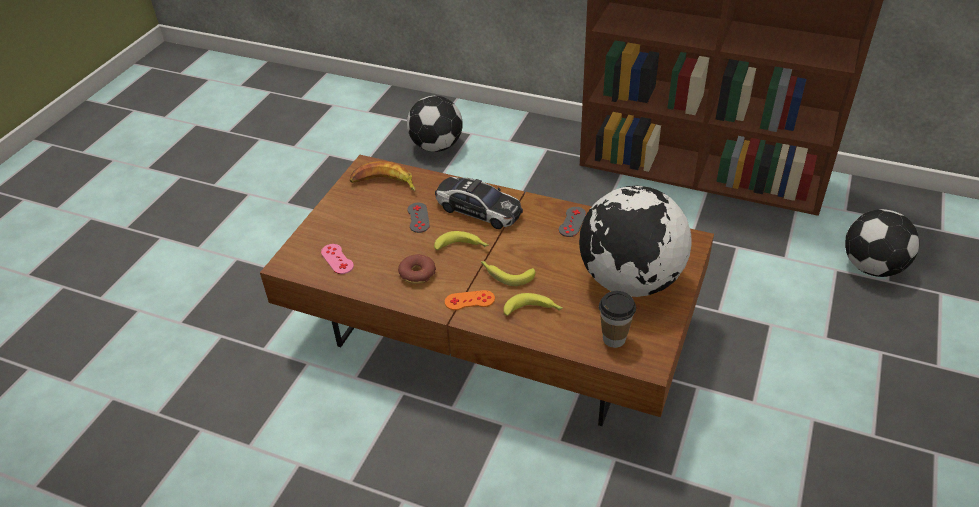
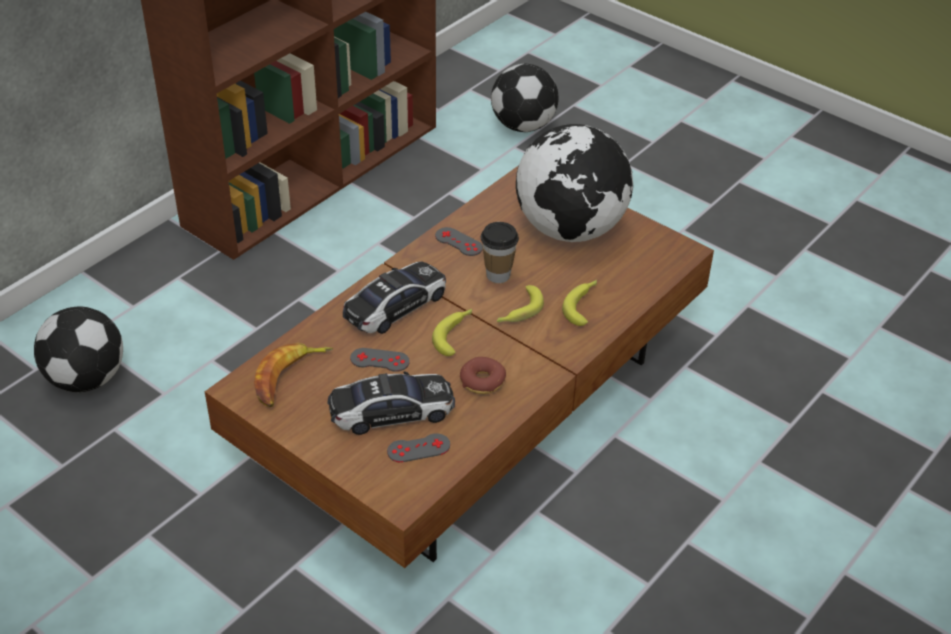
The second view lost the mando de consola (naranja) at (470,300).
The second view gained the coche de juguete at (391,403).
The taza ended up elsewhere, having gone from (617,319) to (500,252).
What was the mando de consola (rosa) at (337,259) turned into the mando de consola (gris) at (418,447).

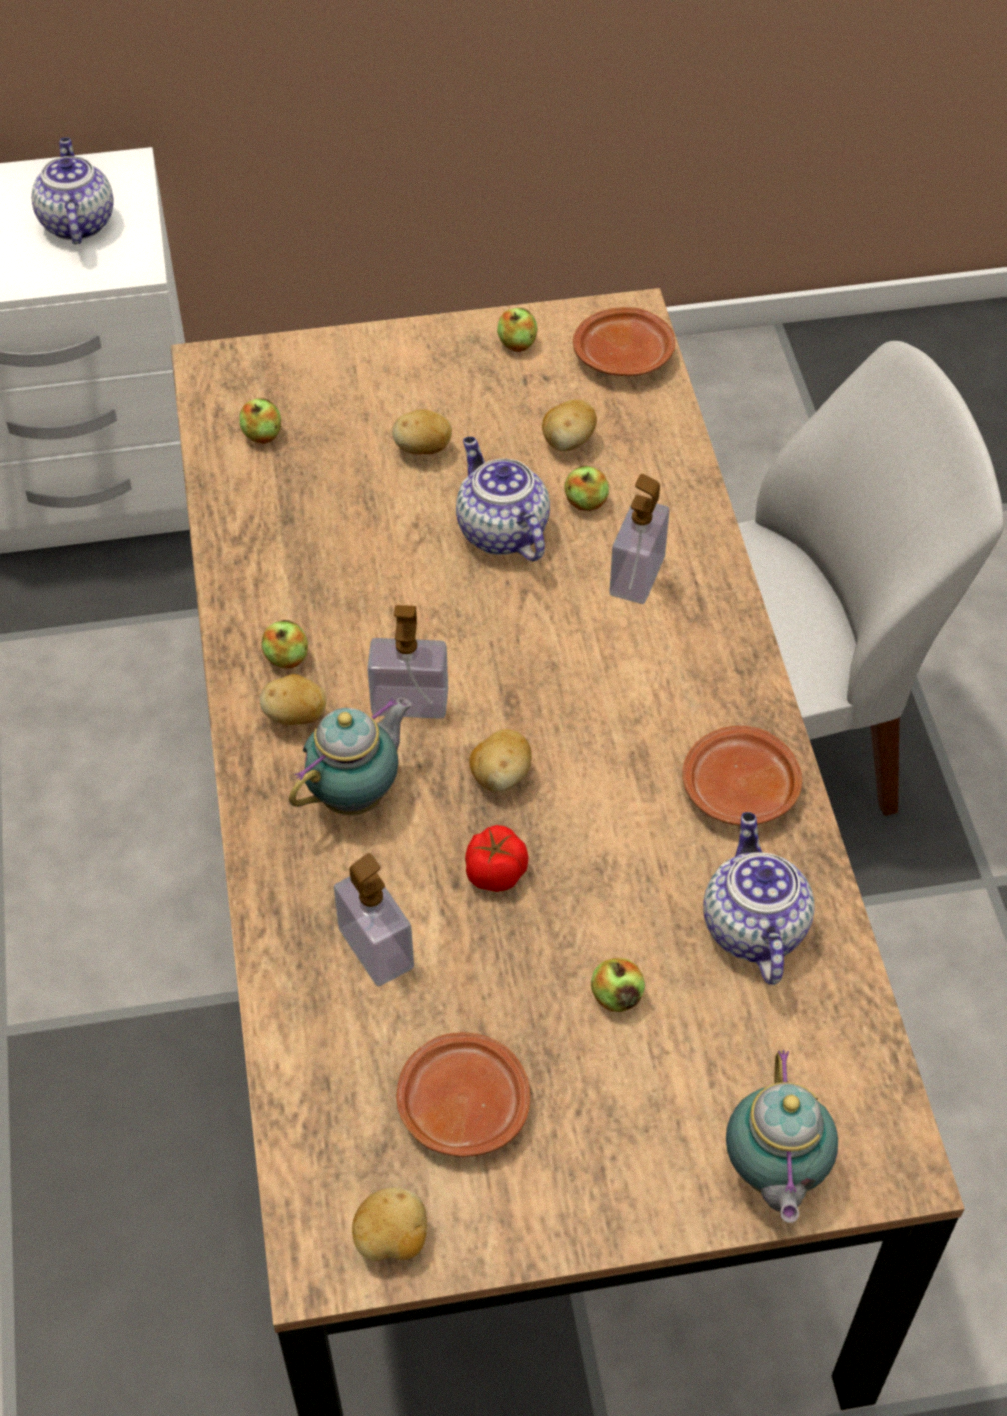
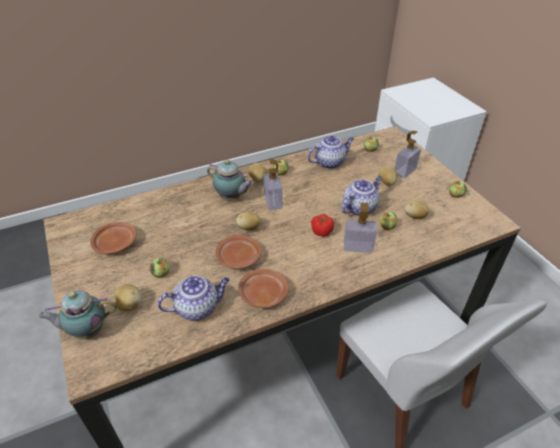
The tetera ended up elsewhere, having gone from (72,190) to (330,152).
The dispensador de jabón ended up elsewhere, having gone from (374,919) to (407,154).
The patata ended up elsewhere, having gone from (389,1224) to (128,297).
The tomate ended up elsewhere, having gone from (497,858) to (322,225).
The plato (marrón) ended up elsewhere, having gone from (624,341) to (238,252).

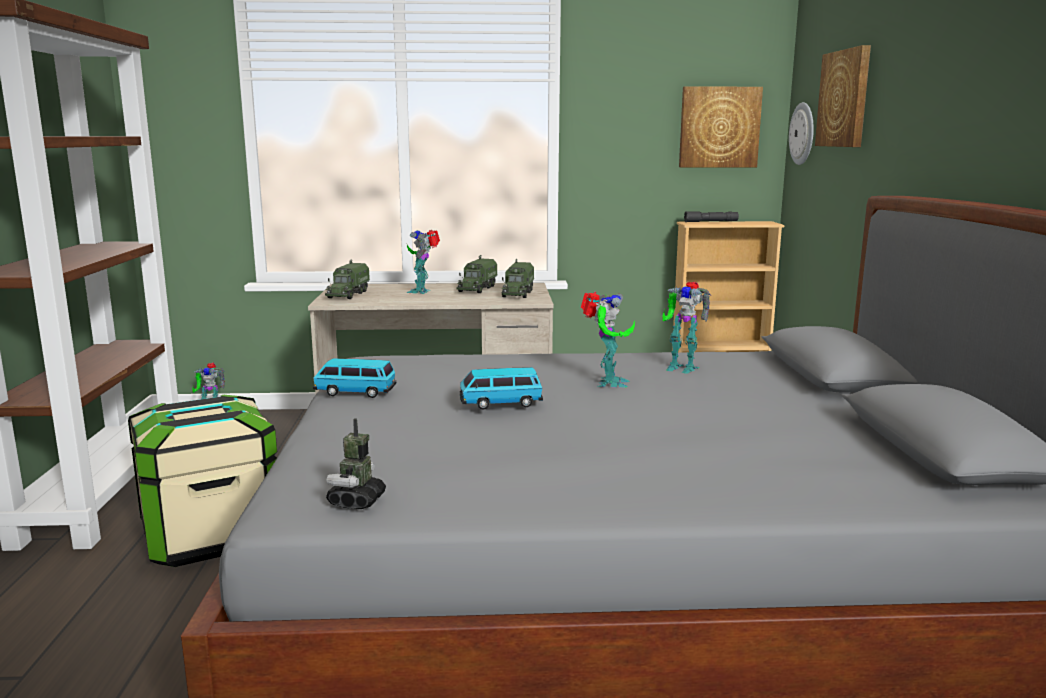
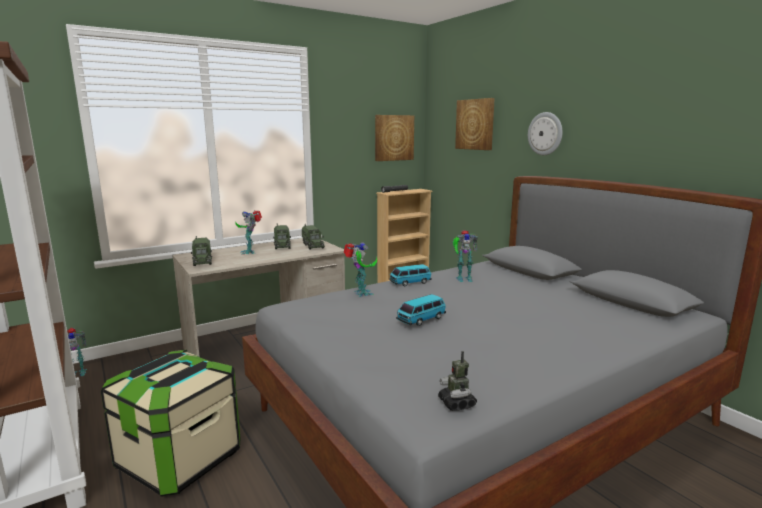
The coche de juguete ended up elsewhere, having gone from (354,378) to (410,275).
The robot de juguete ended up elsewhere, having gone from (608,339) to (360,269).
The reloj de pared ended up elsewhere, having gone from (801,133) to (545,133).

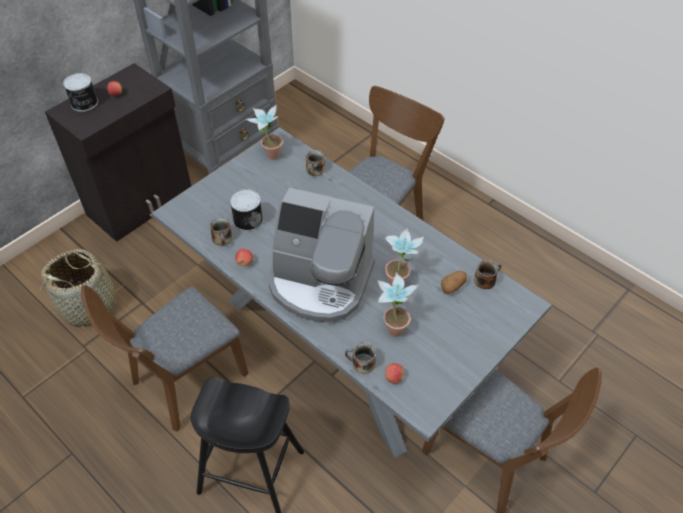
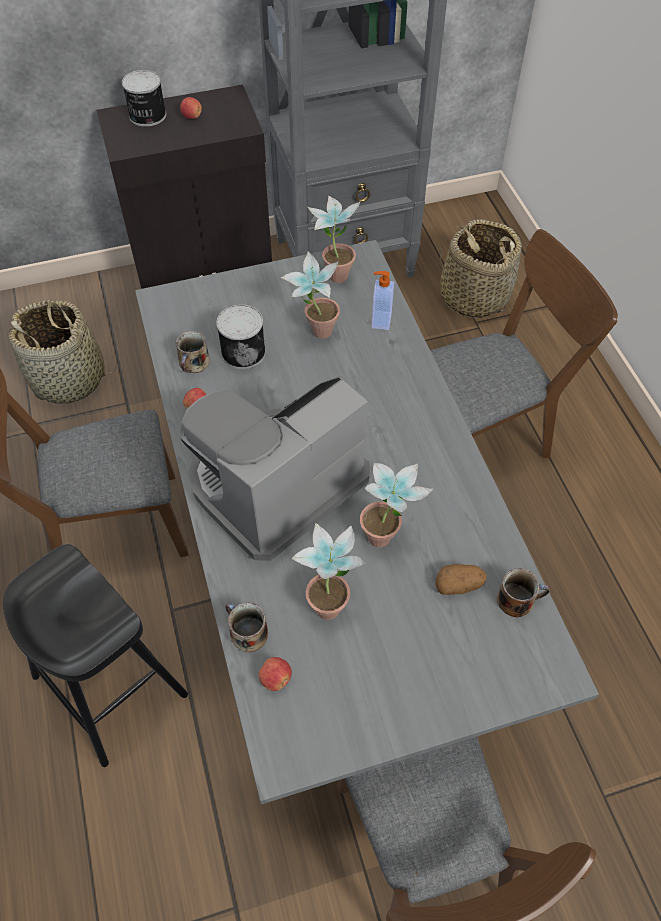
The second view gained the planta en maceta at (310,295).
The second view gained the cesta at (481,268).
Where the taza grande stood at (315,163), the dispensador de jabón came to stand at (383,300).
The cafetera at (321,255) ended up facing another way, 90 degrees clockwise from before.

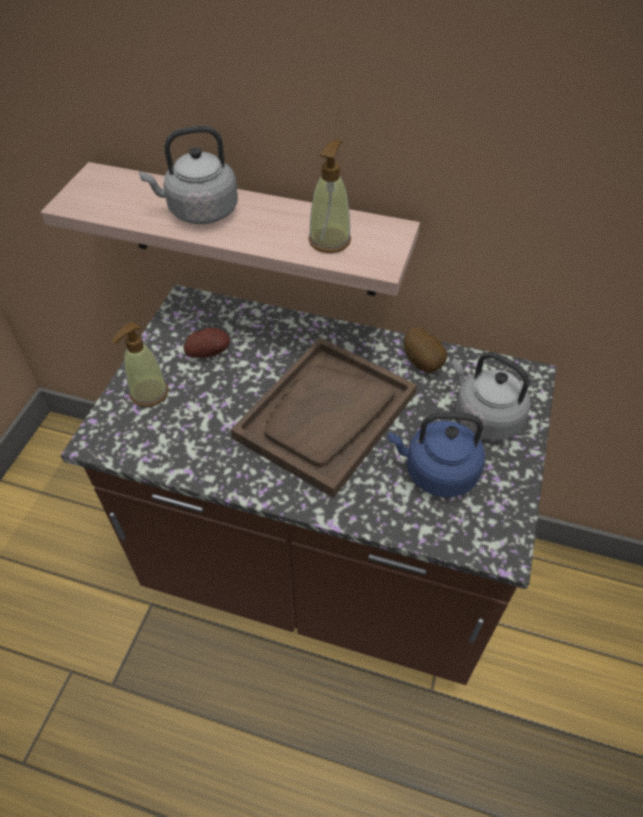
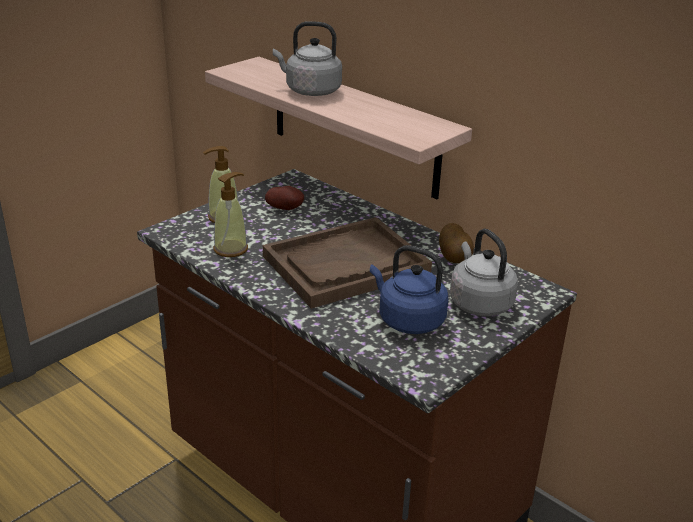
The dispensador de jabón ended up elsewhere, having gone from (329,196) to (231,214).

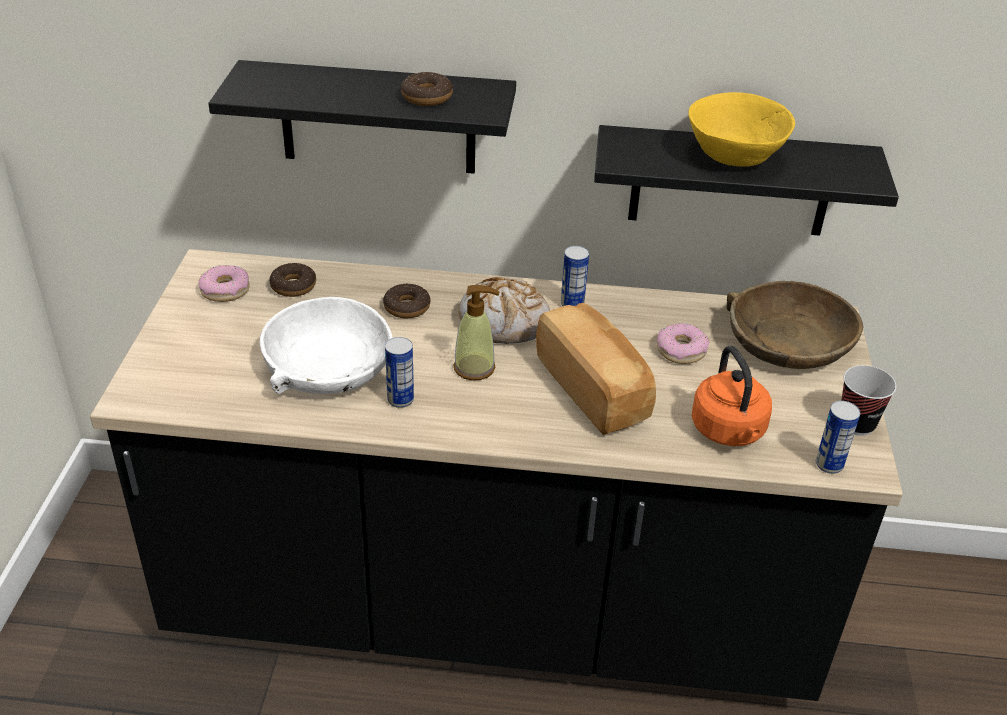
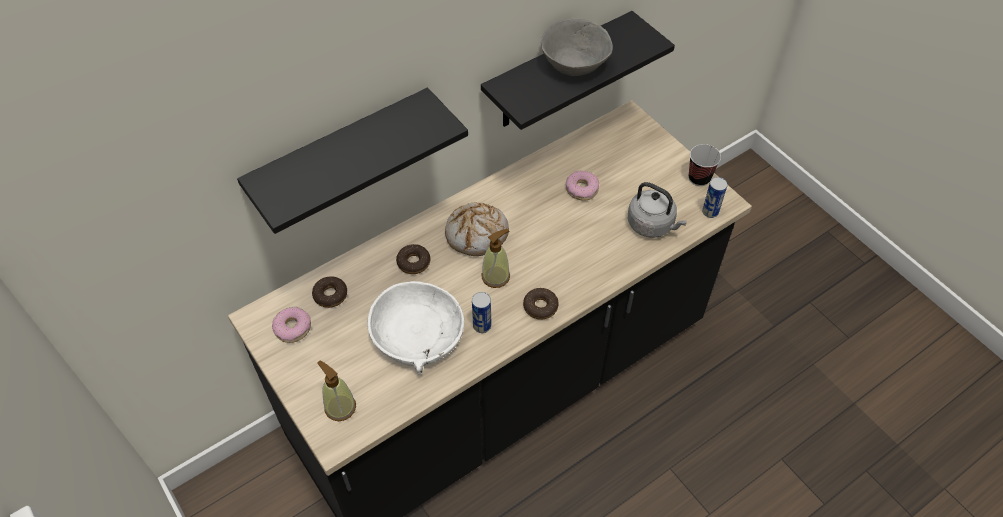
The second view lost the pan at (596,369).
The second view lost the lata at (575,276).
The second view lost the cuenco (marrón) at (795,325).
The second view gained the dispensador de jabón at (336,391).
The rosquilla ended up elsewhere, having gone from (427,89) to (541,304).
What was the cuenco (amarillo) at (741,129) turned into the cuenco (gris) at (577,47).
What was the hervidor (naranja) at (732,396) turned into the hervidor (gris) at (657,210).

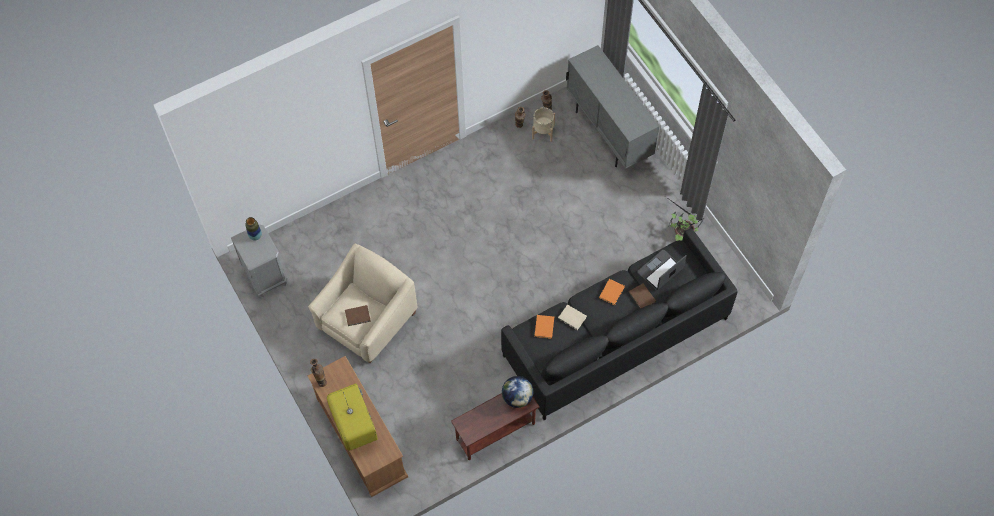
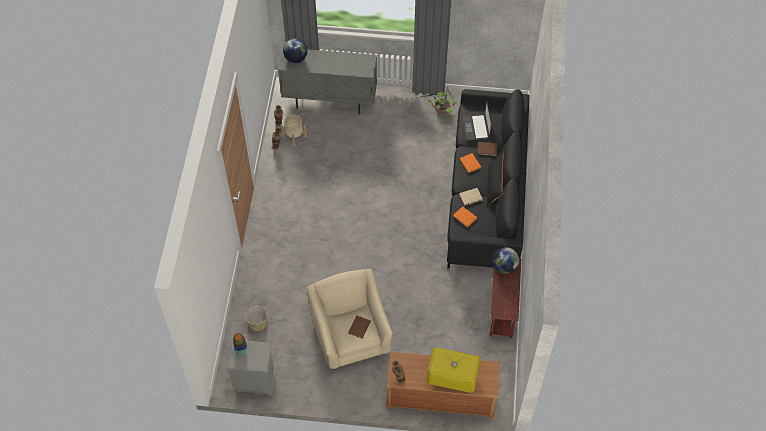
The second view gained the maceta at (256,319).
The second view gained the globo terráqueo at (295,51).
The second view gained the cojín (negro) at (495,179).

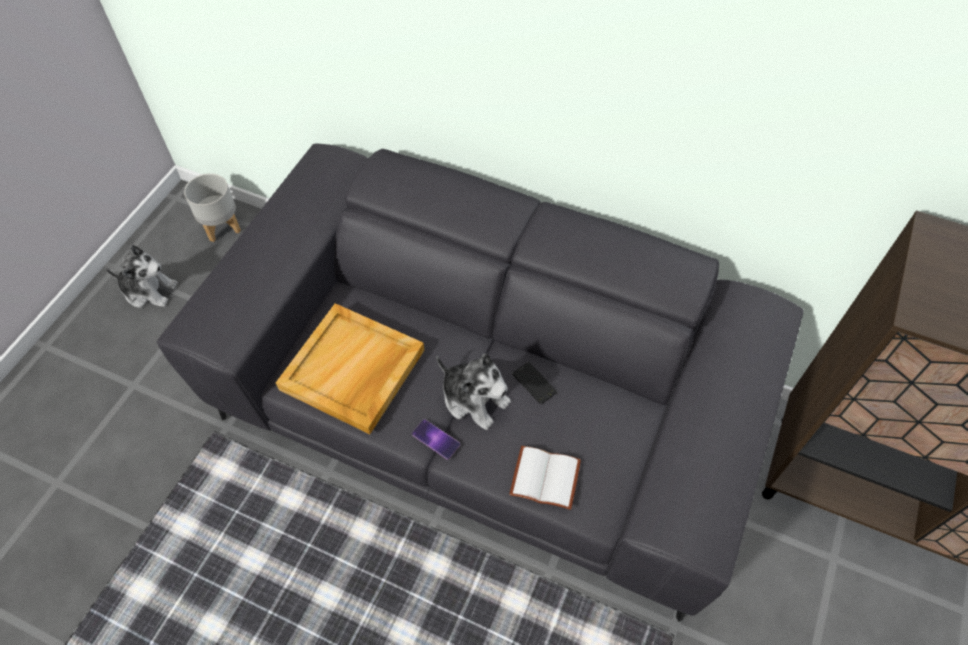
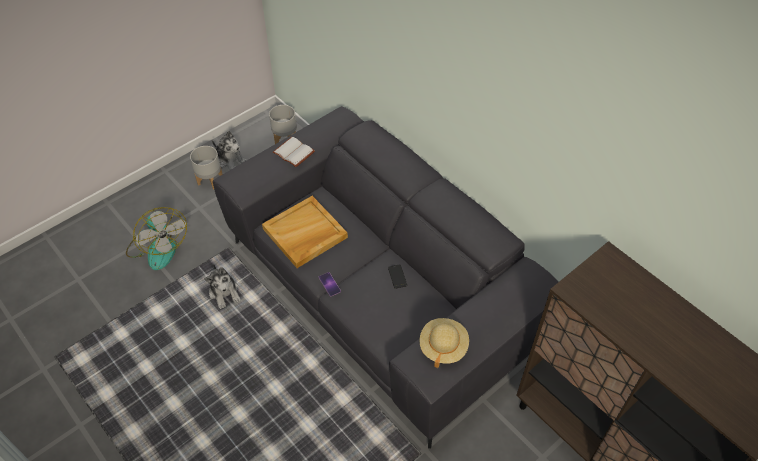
The second view gained the ventilador at (156,238).
The second view gained the maceta (gris) at (206,168).
The second view gained the sombrero (beis) at (444,343).
The peluche ended up elsewhere, having gone from (473,392) to (222,286).
The libro (blanco) ended up elsewhere, having gone from (545,478) to (294,152).

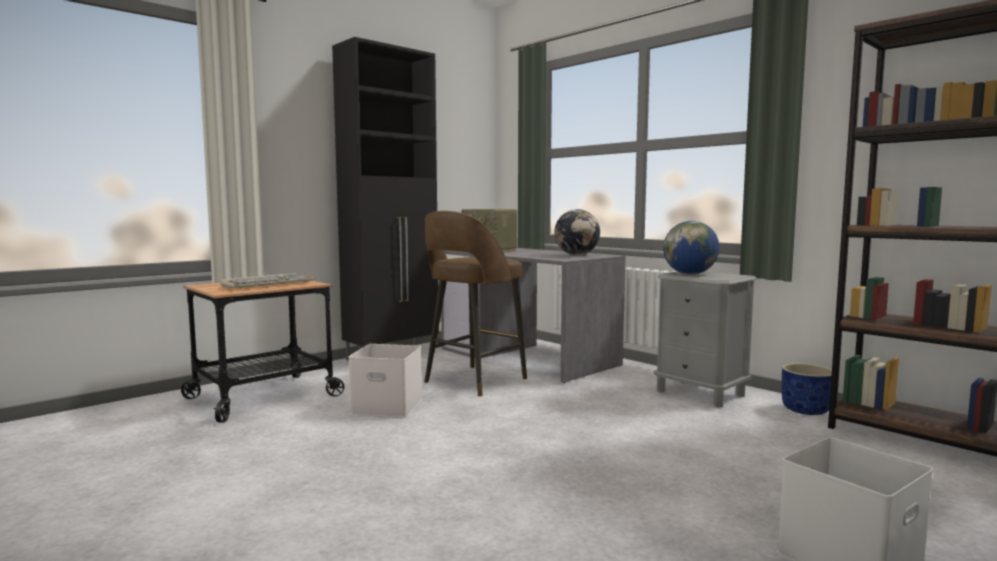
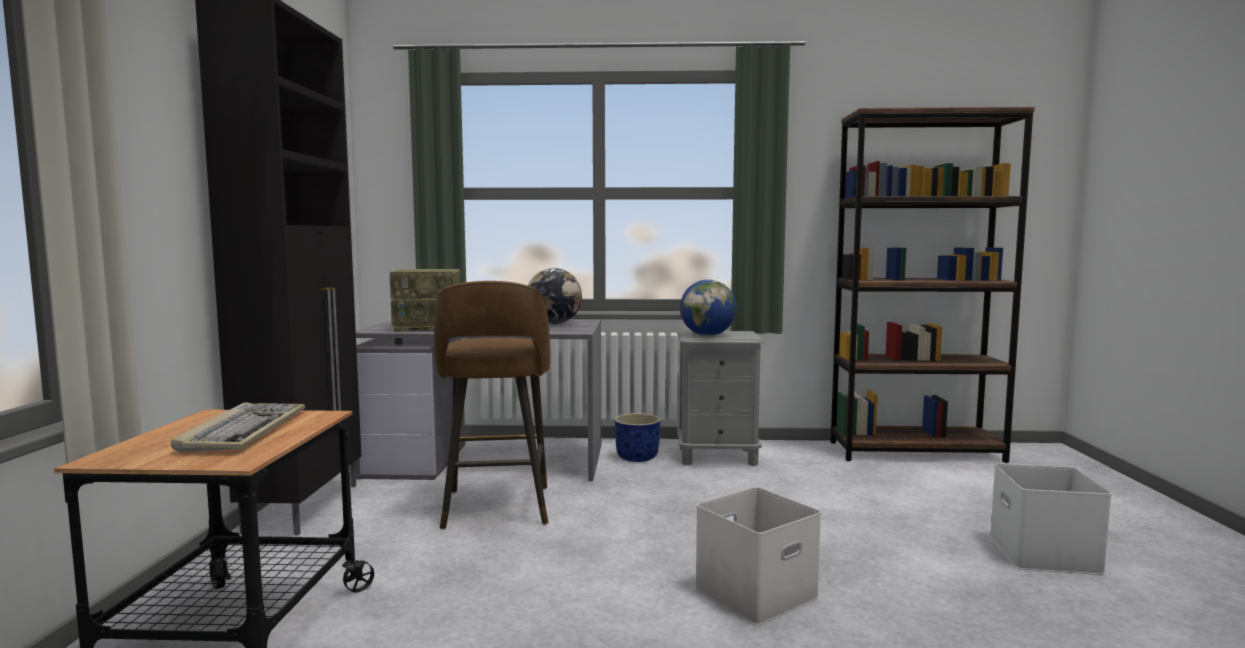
The caja de almacenaje (blanco) ended up elsewhere, having gone from (385,381) to (758,556).
The maceta (azul) ended up elsewhere, having gone from (807,389) to (637,437).

